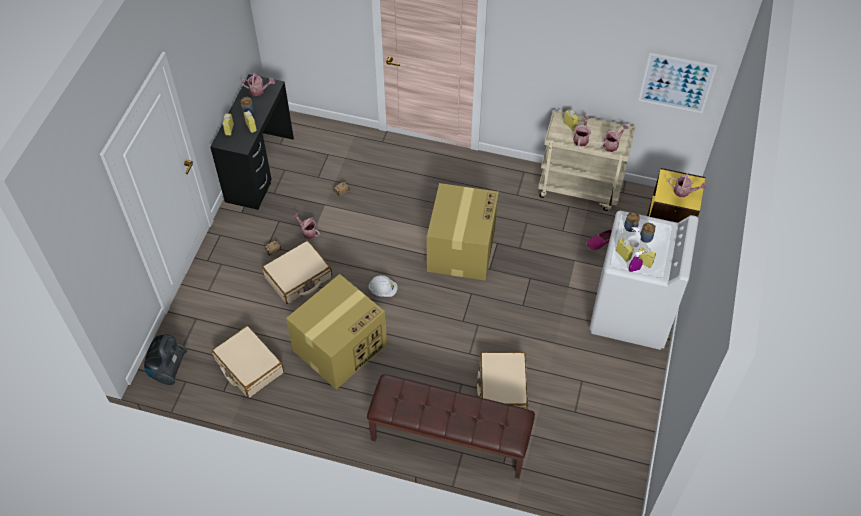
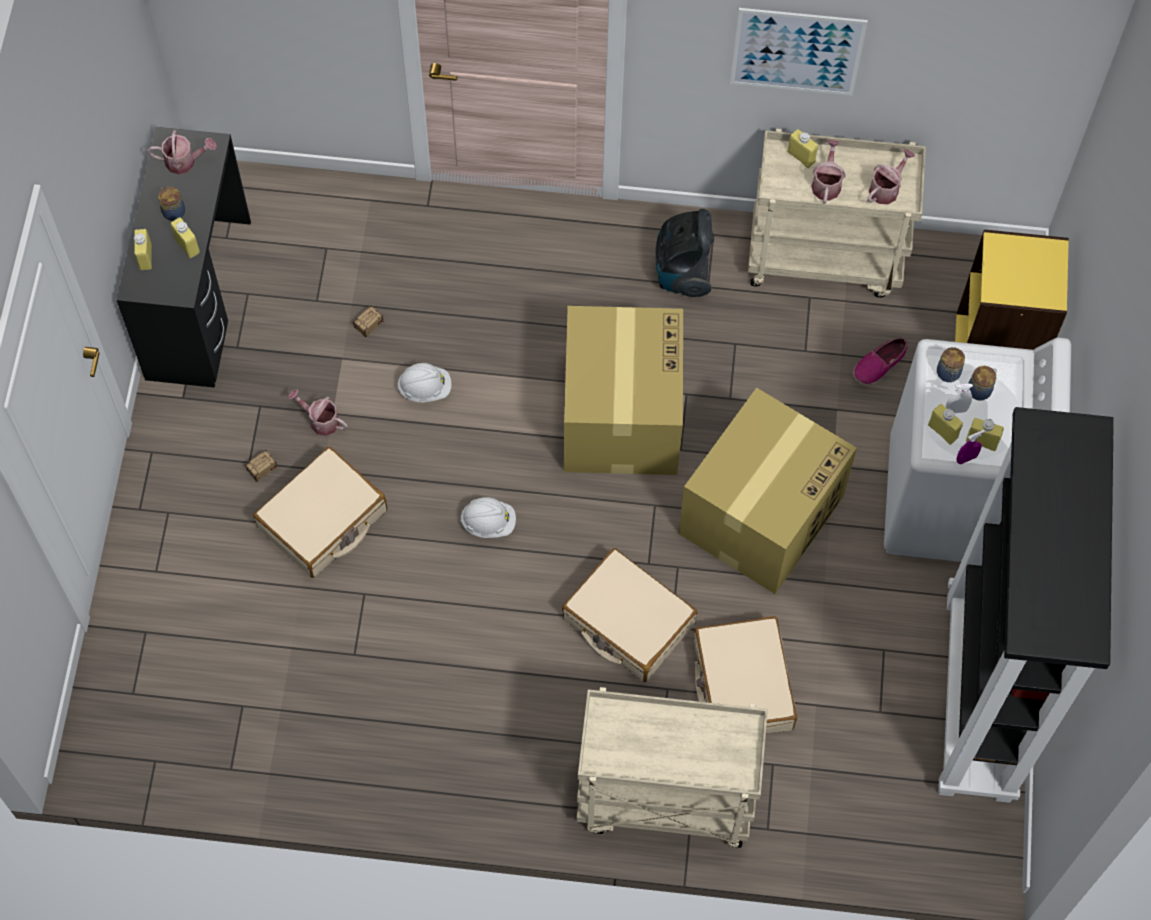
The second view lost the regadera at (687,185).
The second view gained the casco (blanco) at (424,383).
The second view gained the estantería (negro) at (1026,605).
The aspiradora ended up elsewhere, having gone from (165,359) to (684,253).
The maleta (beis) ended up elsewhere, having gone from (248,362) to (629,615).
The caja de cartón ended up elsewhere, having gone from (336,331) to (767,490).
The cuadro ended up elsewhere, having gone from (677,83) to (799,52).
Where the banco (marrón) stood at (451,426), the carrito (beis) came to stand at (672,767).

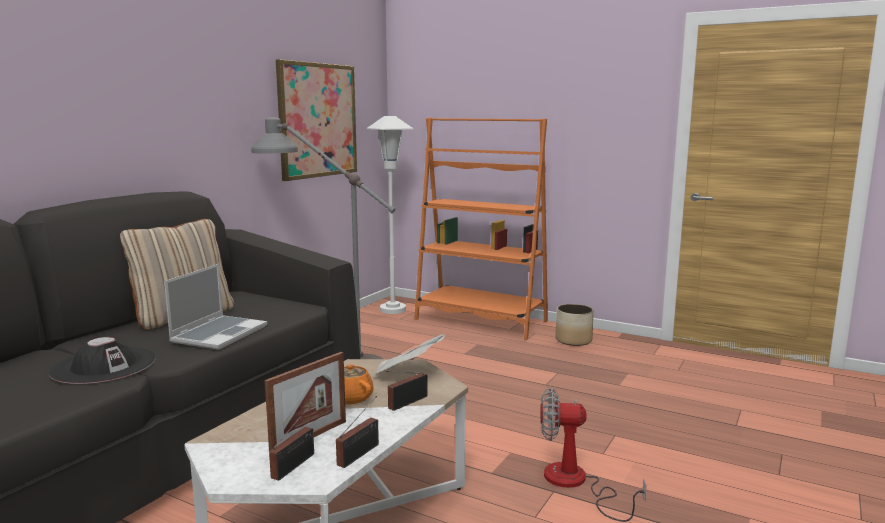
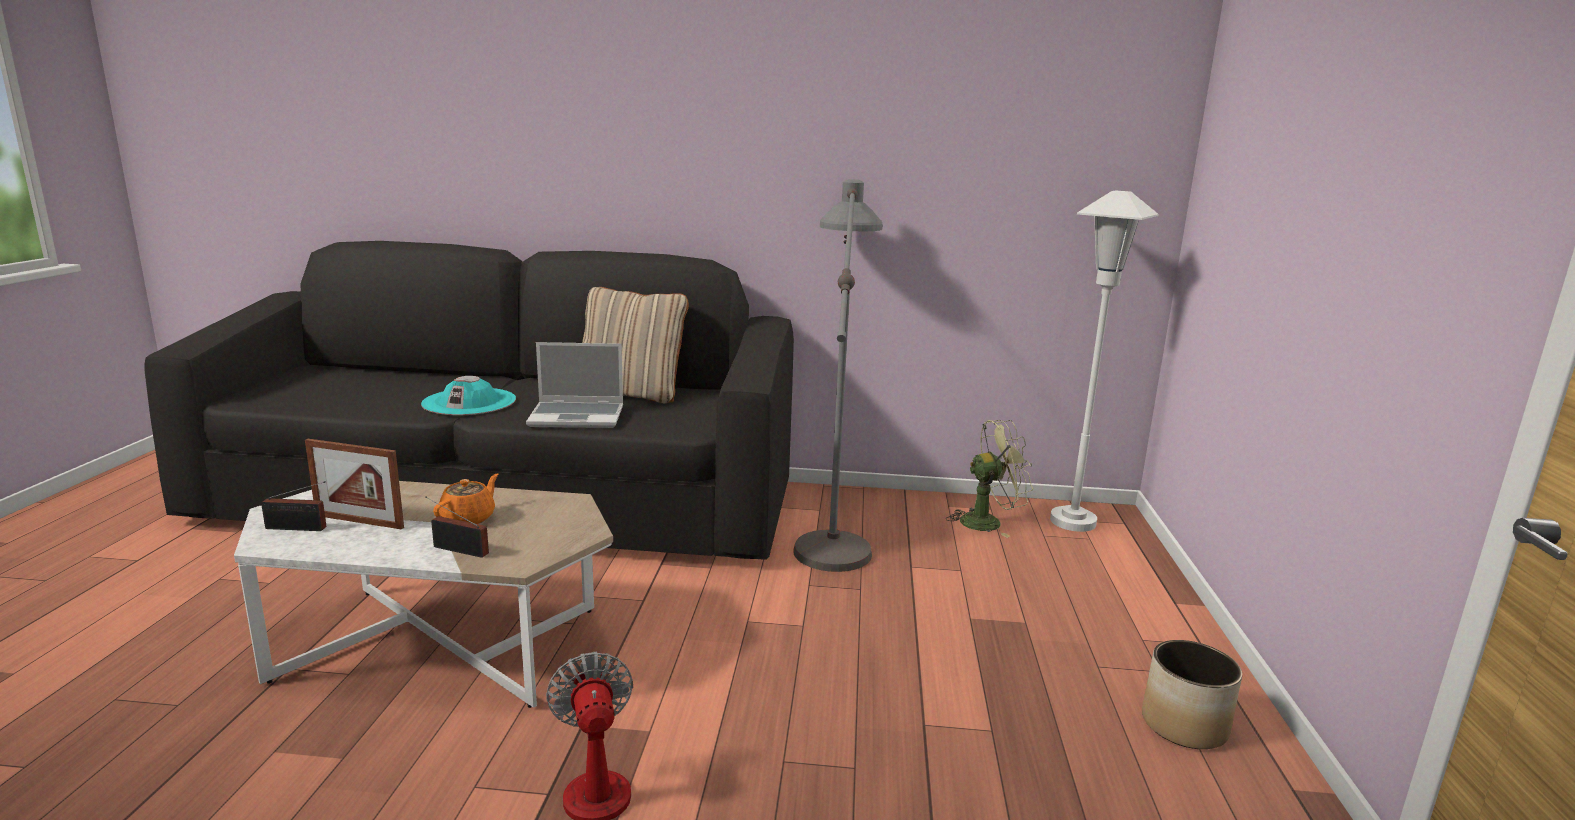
The second view lost the cuadro at (316,120).
The second view lost the radio at (357,432).
The second view lost the periódico at (409,354).
The second view lost the estantería (naranja) at (481,229).
The second view gained the ventilador (verde) at (990,479).
What was the sombrero (negro) at (102,360) turned into the sombrero (turquesa) at (468,395).

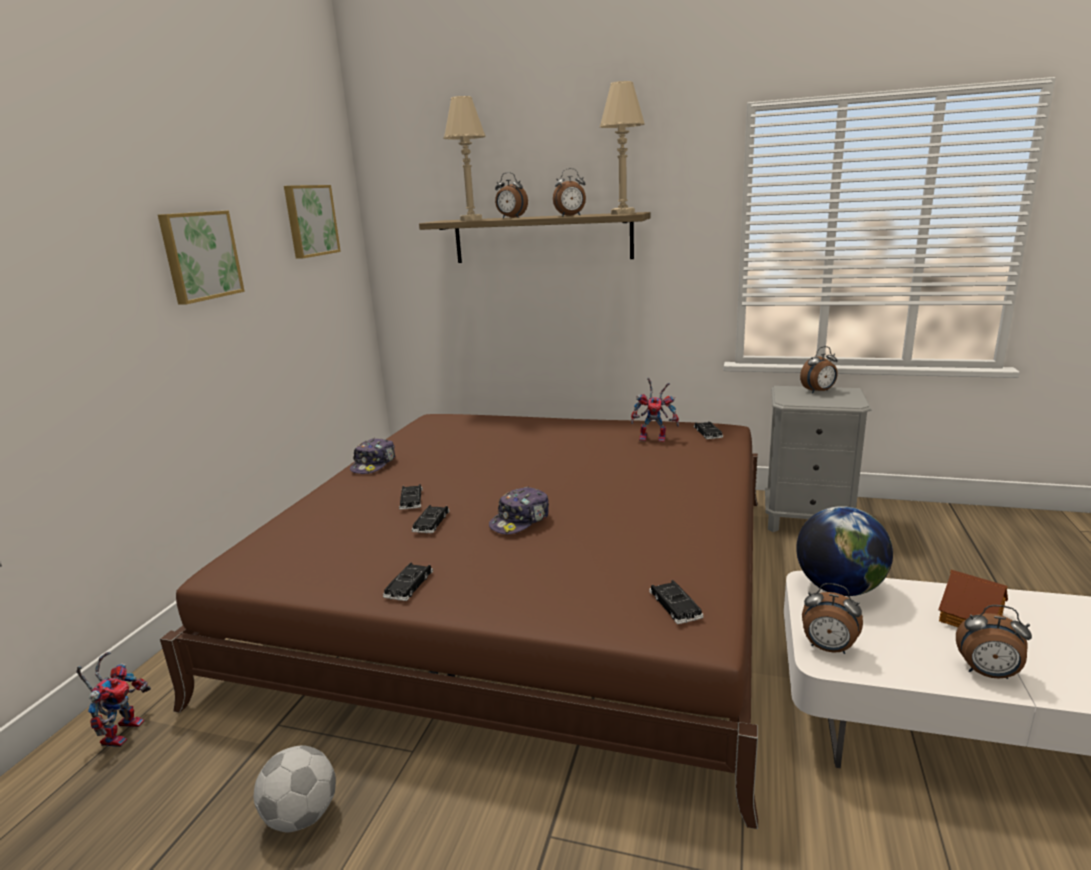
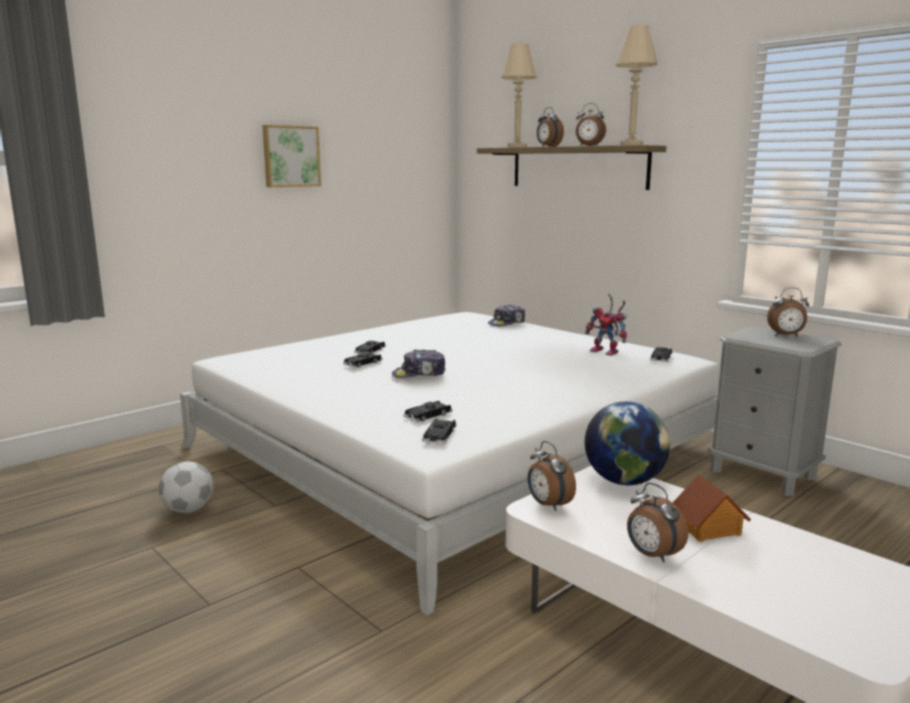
The second view lost the robot de juguete at (113,699).
The second view lost the cuadro at (312,222).
The gorra ended up elsewhere, having gone from (372,456) to (506,315).
The coche de juguete (negro) ended up elsewhere, having gone from (408,581) to (428,411).
What was the cama (marrón) at (459,621) turned into the cama (blanco) at (449,464).

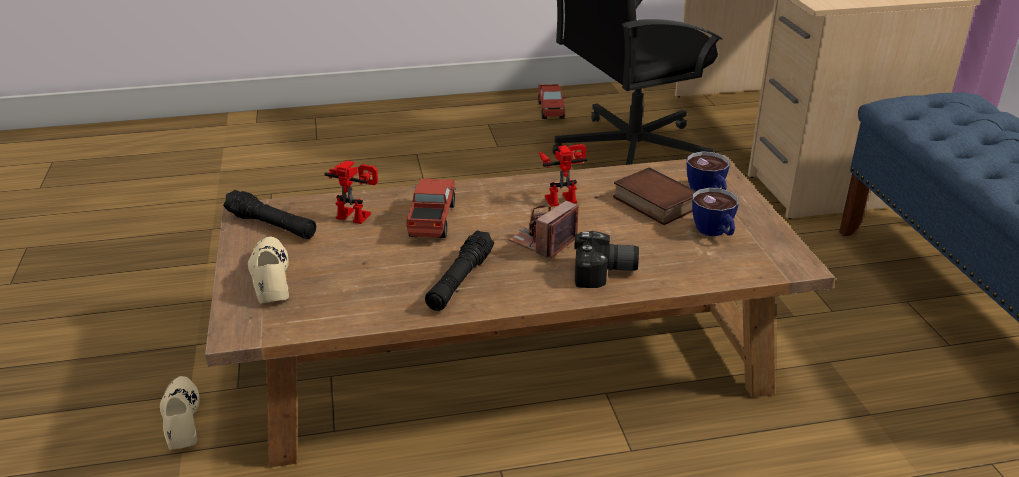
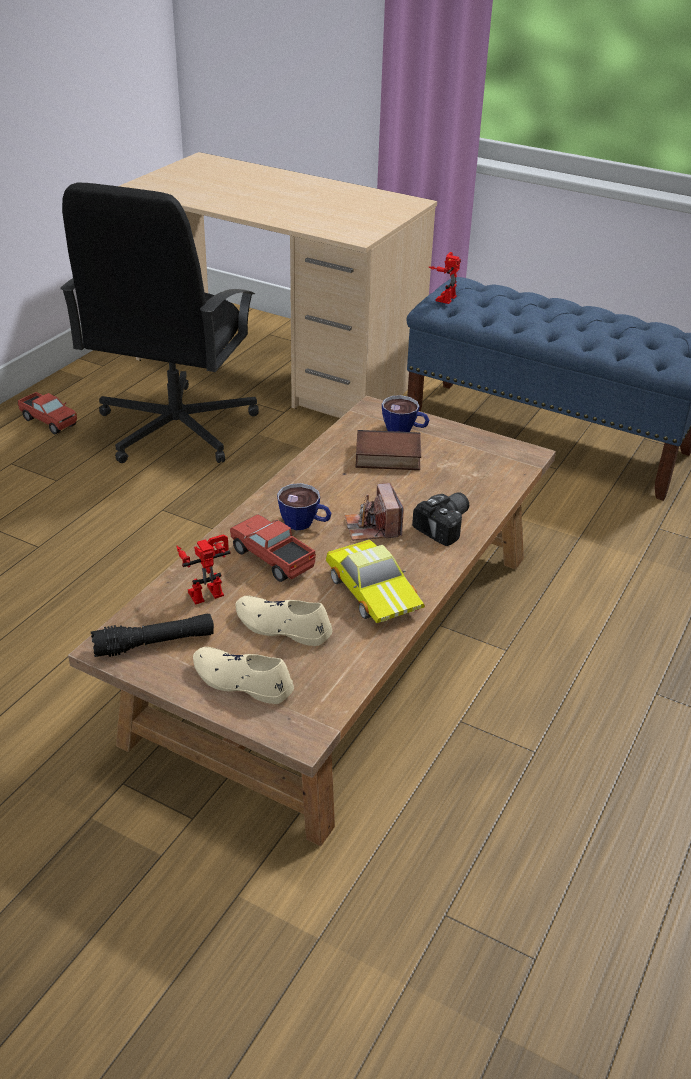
The zapato (beis) ended up elsewhere, having gone from (180,413) to (284,621).
The robot de juguete ended up elsewhere, having gone from (563,175) to (445,278).
The taza ended up elsewhere, having gone from (715,212) to (304,506).
Where the linterna (negro) stood at (459,270), the coche de juguete came to stand at (375,581).

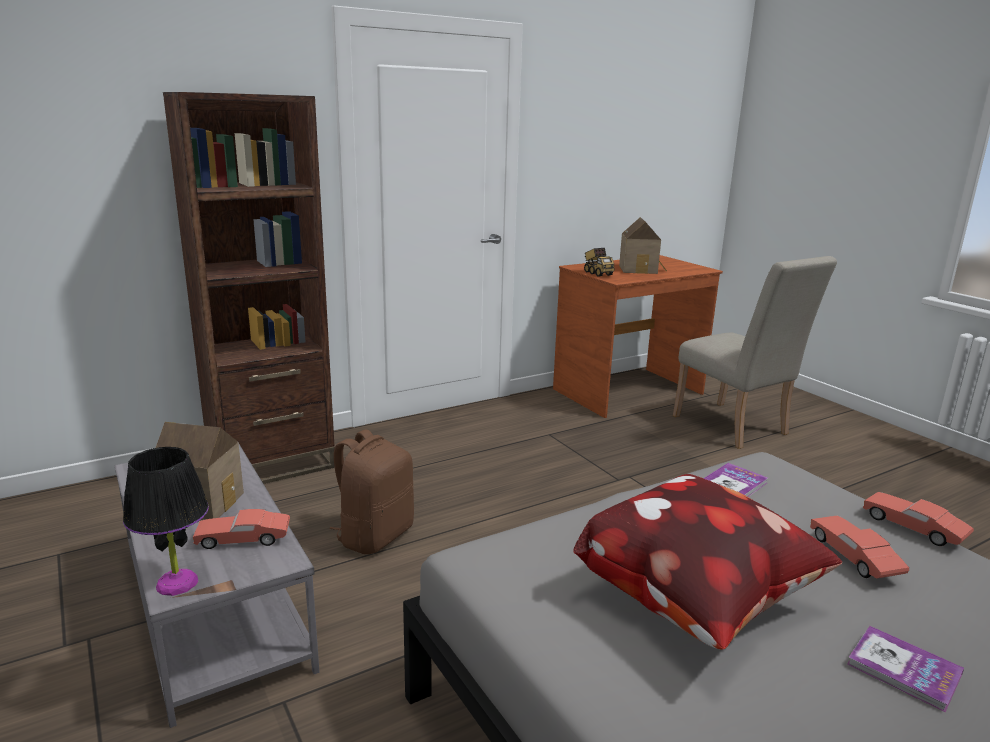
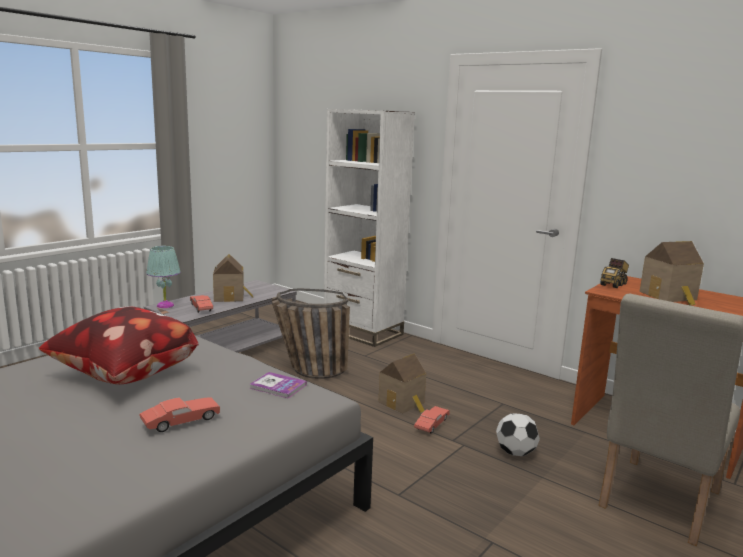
The second view lost the libro at (905,669).
The second view gained the casita at (402,383).
The second view gained the balón de fútbol at (518,434).
The coche de juguete (rojo) ended up elsewhere, having gone from (918,519) to (432,420).
Where the mochila (marrón) stood at (371,491), the cesta came to stand at (310,334).
What was the lámpara de mesa (negro) at (166,521) turned into the lámpara de mesa (turquesa) at (163,277).
What was the estantería (marrón) at (249,288) turned into the estantería (blanco) at (369,228).

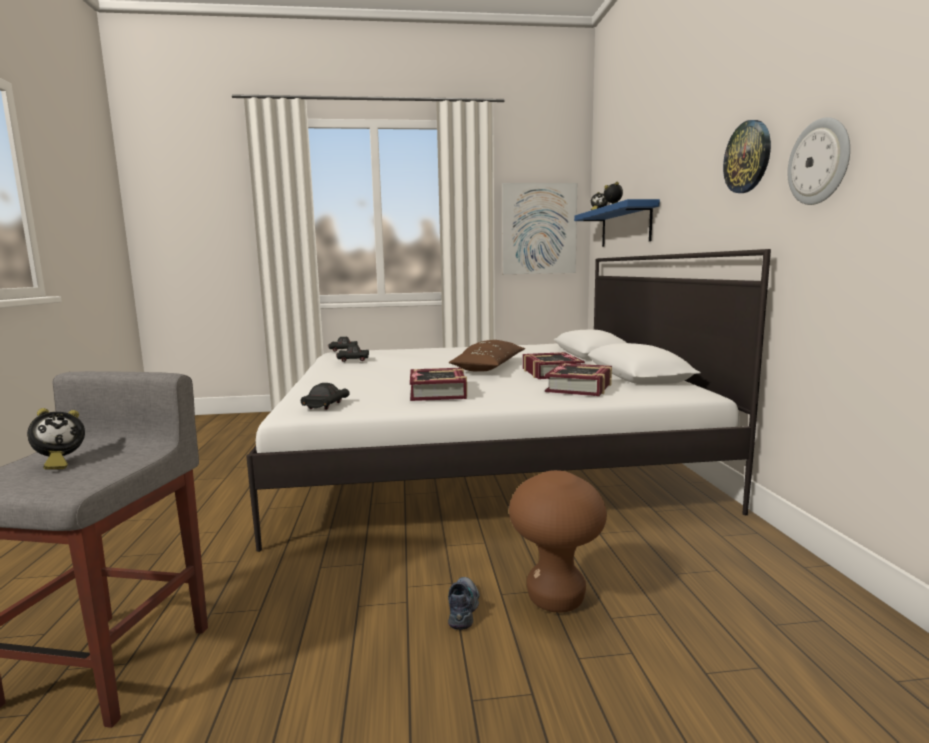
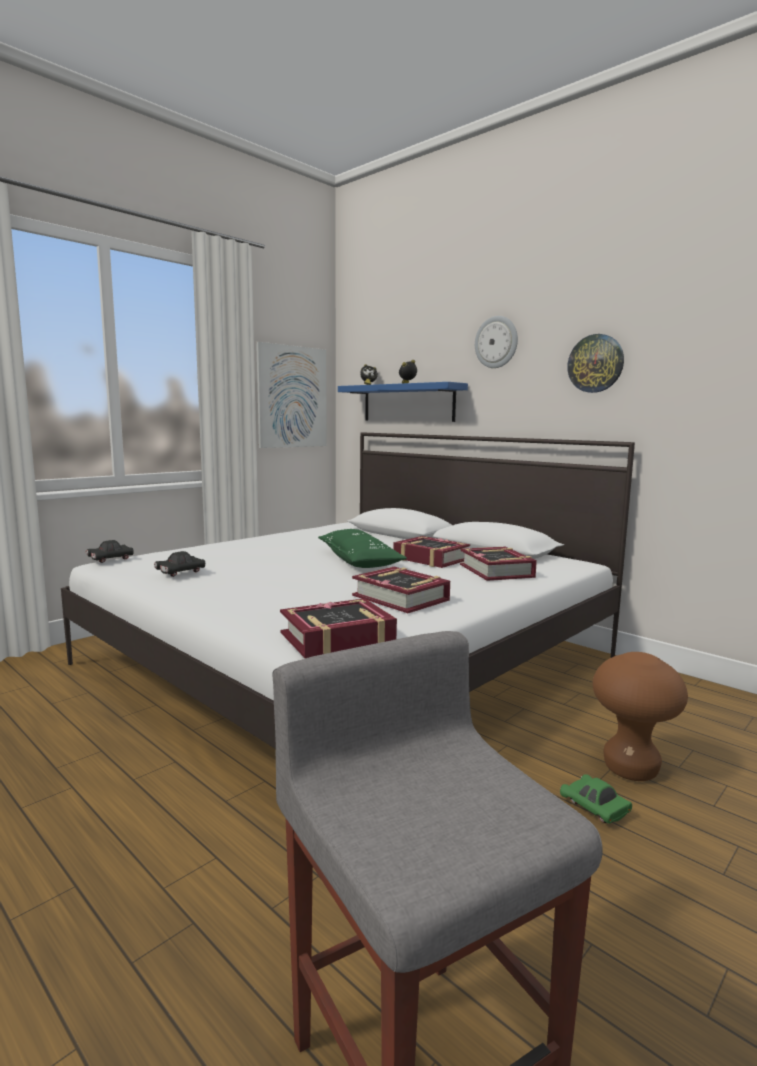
The second view lost the despertador at (56,439).
The reloj de pared ended up elsewhere, having gone from (819,161) to (496,342).
Where the coche de juguete (negro) stood at (325,396), the libro came to stand at (338,628).
Where the zapato stood at (464,603), the coche de juguete (verde) came to stand at (596,799).
What was the cojín (marrón) at (487,356) turned into the cojín (verde) at (362,548).

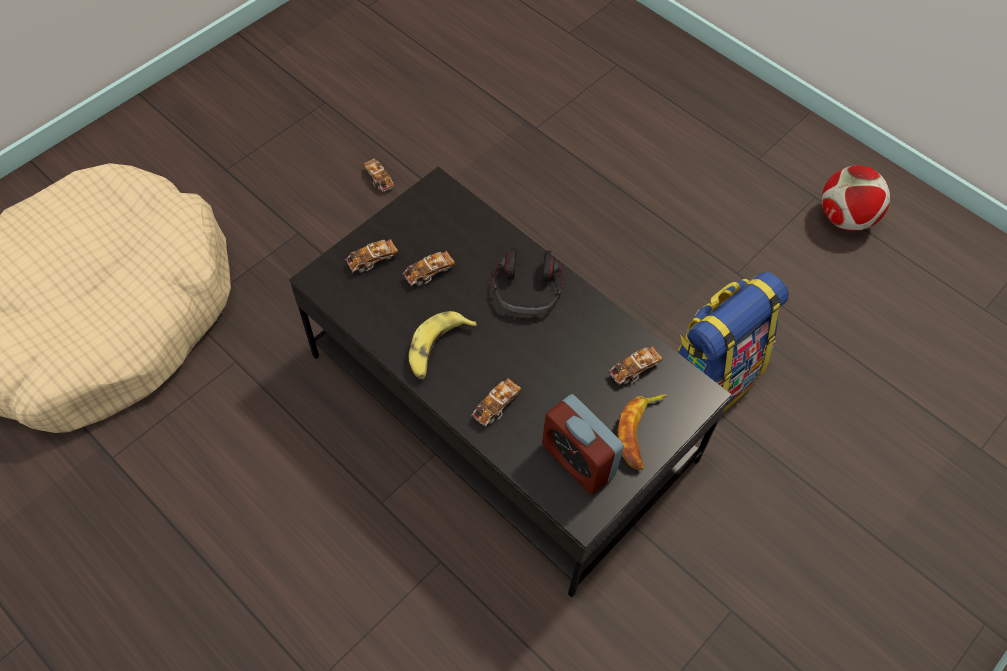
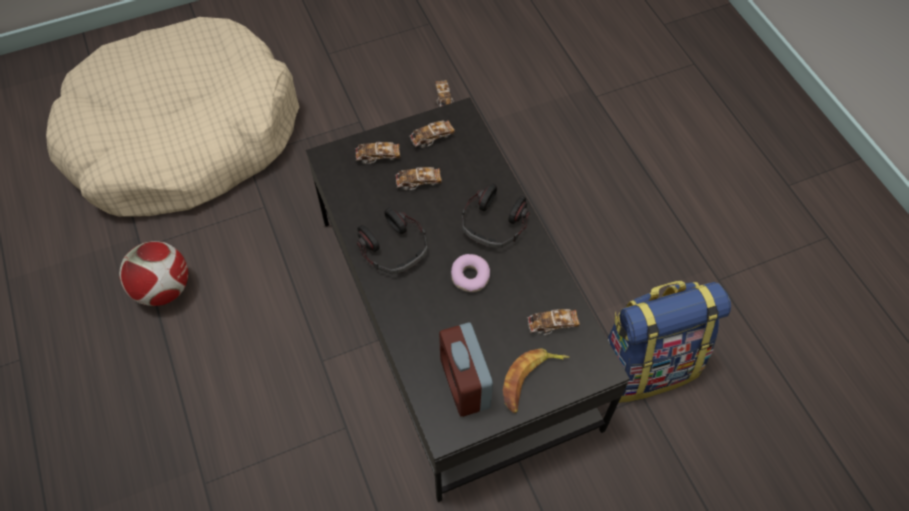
The second view gained the rosquilla at (470,273).
The coche de juguete ended up elsewhere, having gone from (496,402) to (432,134).
The balón de fútbol ended up elsewhere, having gone from (856,198) to (153,273).
Where the plátano stood at (443,345), the auriculares came to stand at (392,240).

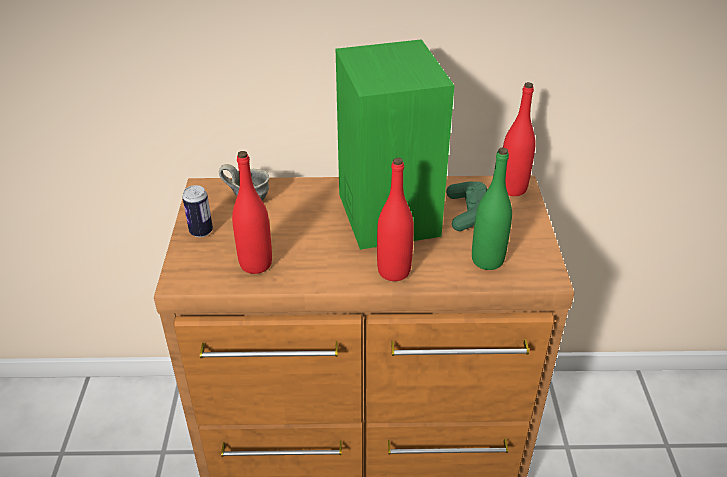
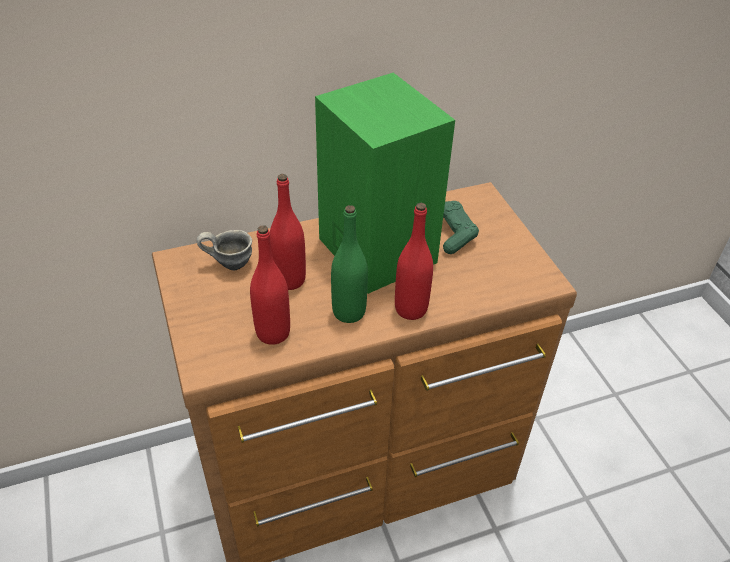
The second view lost the lata at (197,211).
The botella (verde) ended up elsewhere, having gone from (492,209) to (349,264).
The botella (rojo) ended up elsewhere, having gone from (519,139) to (288,232).

